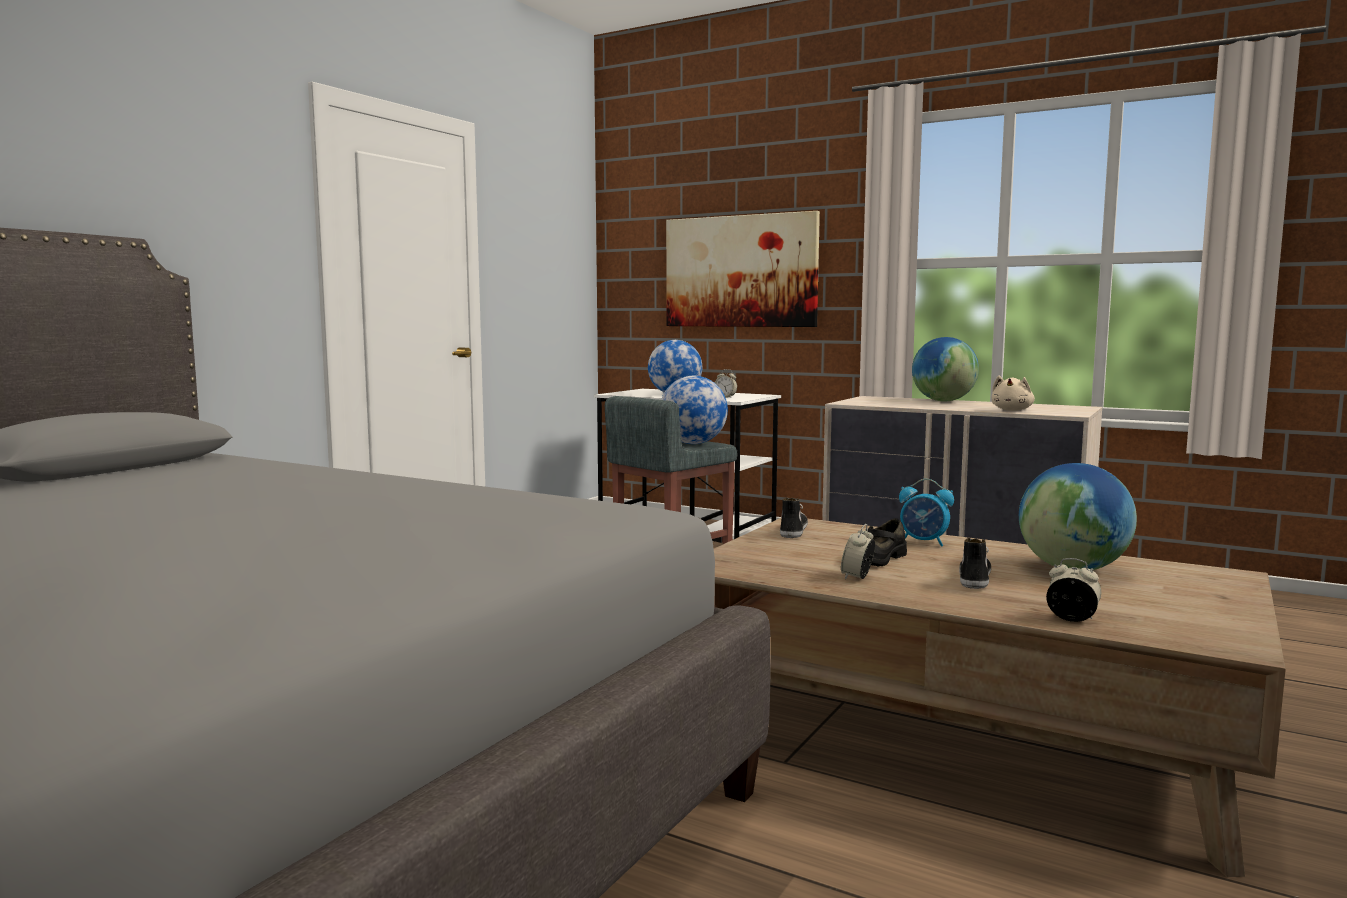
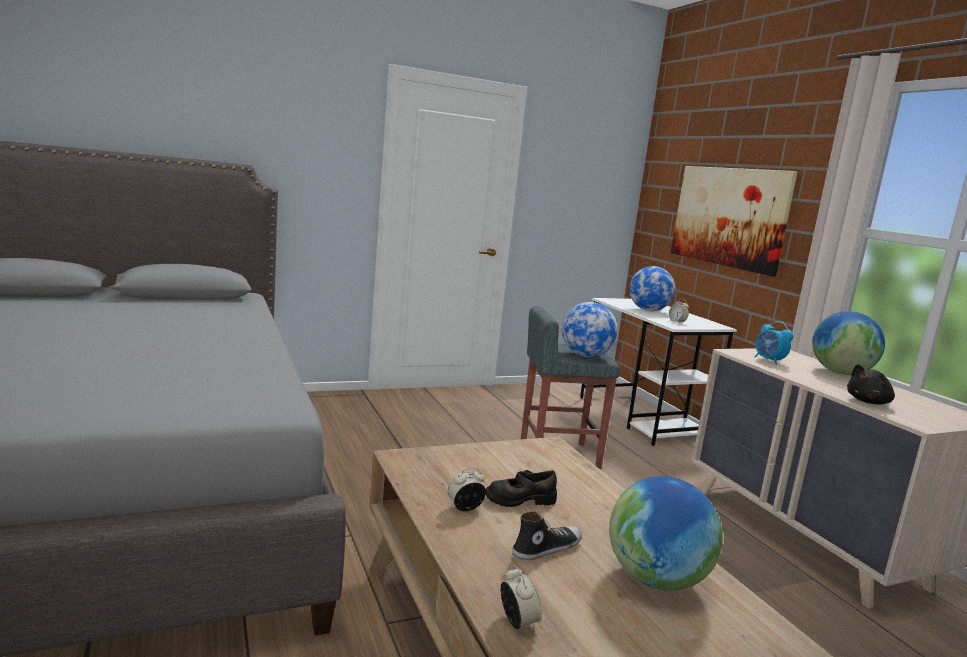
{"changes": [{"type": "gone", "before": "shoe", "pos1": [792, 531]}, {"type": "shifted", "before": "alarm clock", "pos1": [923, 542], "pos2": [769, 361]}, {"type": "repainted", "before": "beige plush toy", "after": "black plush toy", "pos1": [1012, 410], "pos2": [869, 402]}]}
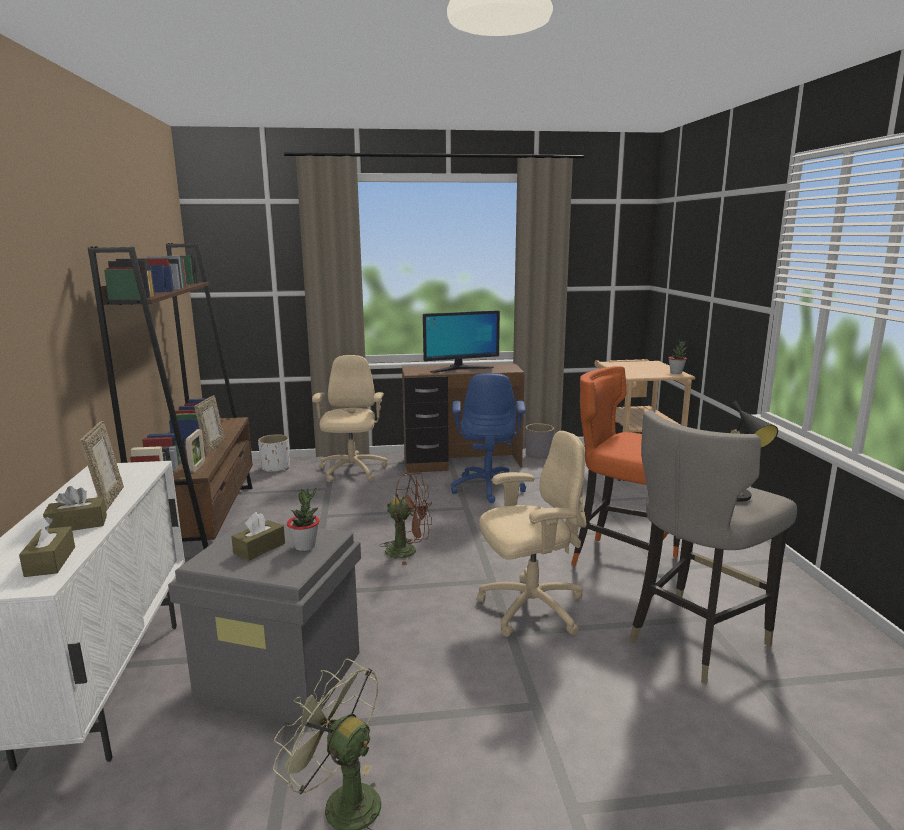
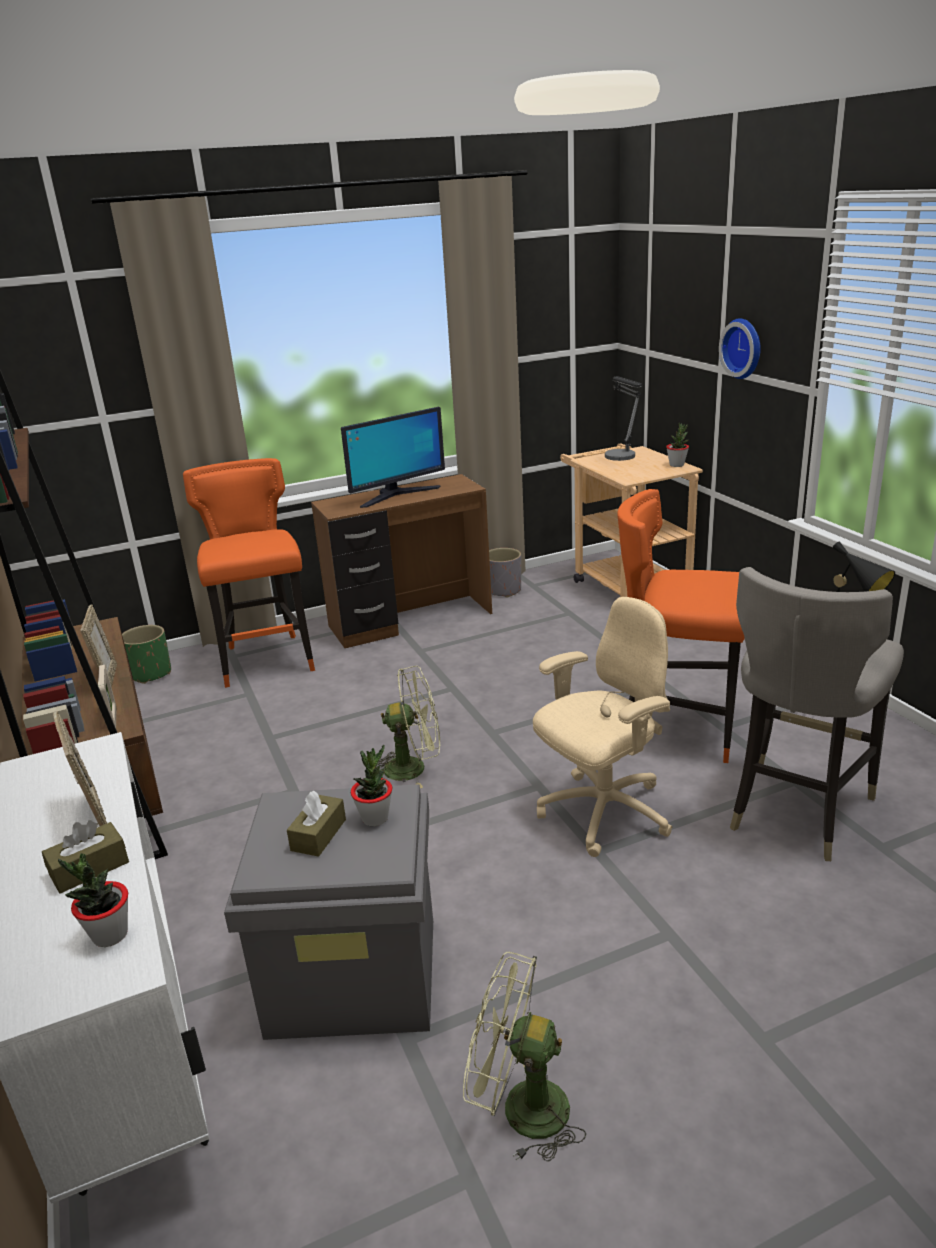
{"changes": [{"type": "gone", "before": "blue office chair", "pos1": [488, 487]}, {"type": "new", "after": "table lamp", "pos2": [623, 458]}, {"type": "new", "after": "wall clock", "pos2": [744, 348]}, {"type": "swapped", "before": "brown tissue box", "after": "potted plant", "pos1": [50, 561], "pos2": [110, 935]}, {"type": "swapped", "before": "beige office chair", "after": "orange stool", "pos1": [352, 471], "pos2": [267, 660]}, {"type": "repainted", "before": "white planter", "after": "green planter", "pos1": [275, 468], "pos2": [151, 674]}, {"type": "repainted", "before": "brown fan", "after": "green fan", "pos1": [408, 551], "pos2": [414, 767]}]}
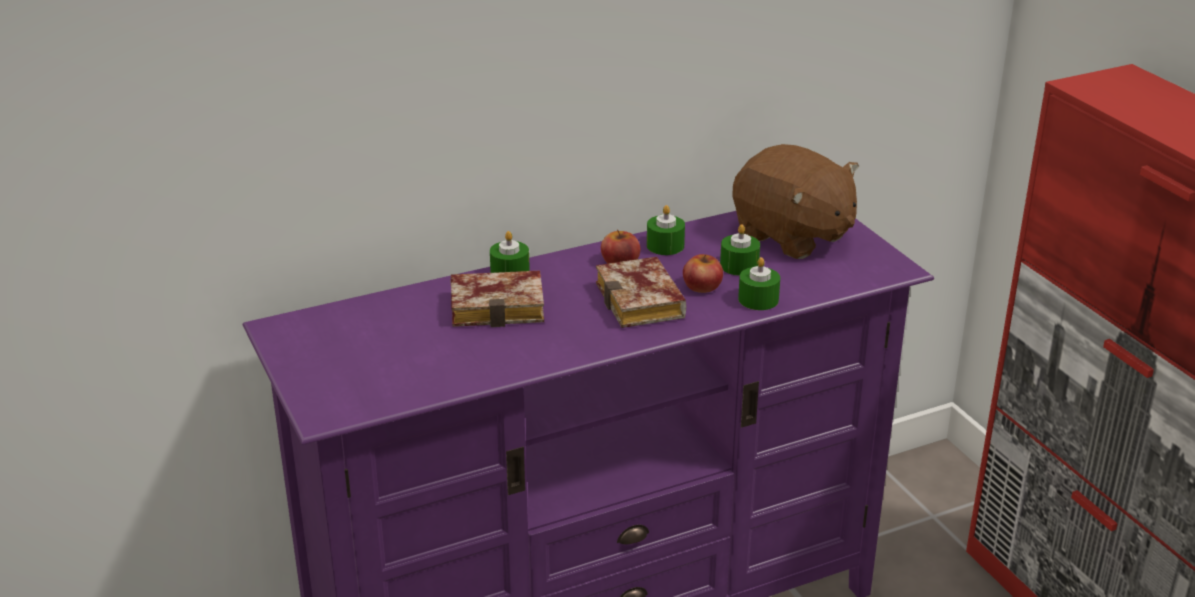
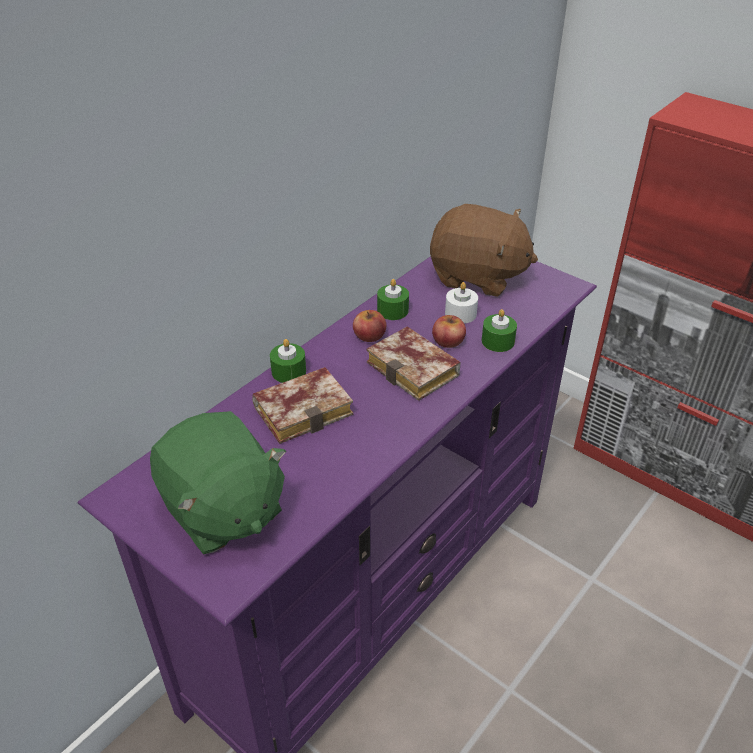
{"changes": [{"type": "new", "after": "green plush toy", "pos2": [222, 510]}, {"type": "repainted", "before": "green candle", "after": "white candle", "pos1": [739, 265], "pos2": [460, 314]}]}
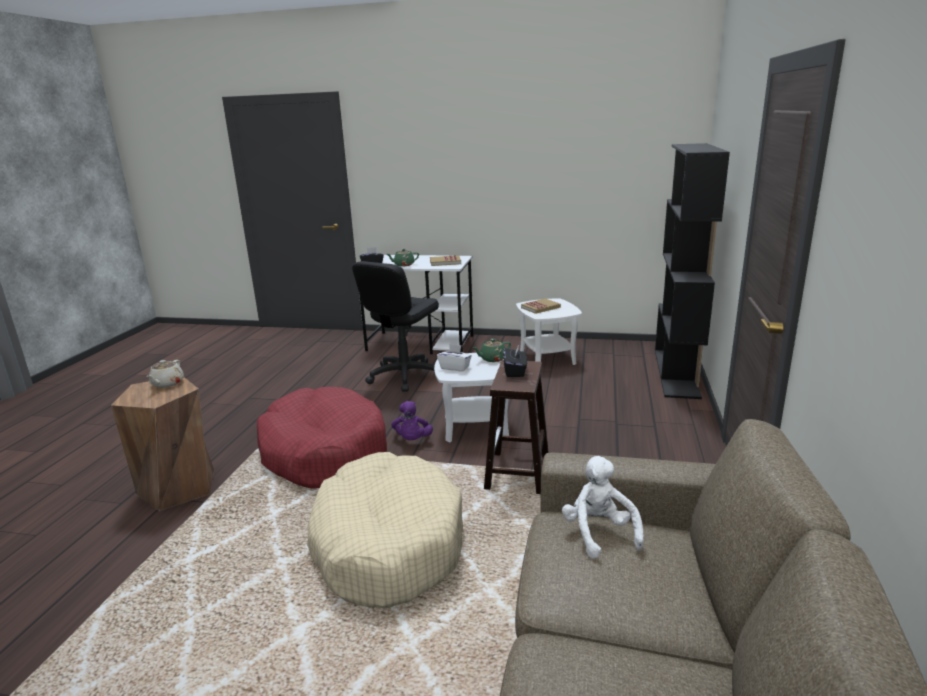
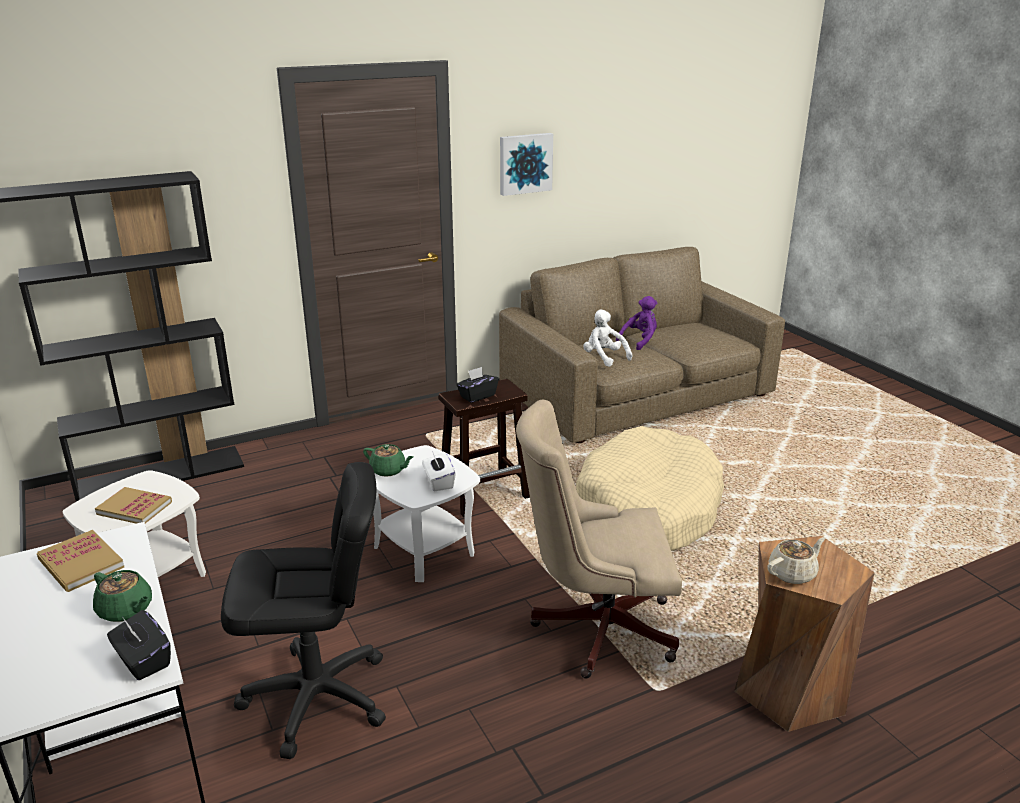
{"changes": [{"type": "new", "after": "picture", "pos2": [525, 163]}, {"type": "shifted", "before": "purple plush toy", "pos1": [412, 440], "pos2": [639, 341]}, {"type": "swapped", "before": "red dog bed", "after": "beige office chair", "pos1": [324, 452], "pos2": [595, 627]}, {"type": "rotated", "before": "white plush toy", "pos1": [599, 533], "pos2": [604, 357], "turn": 105}]}
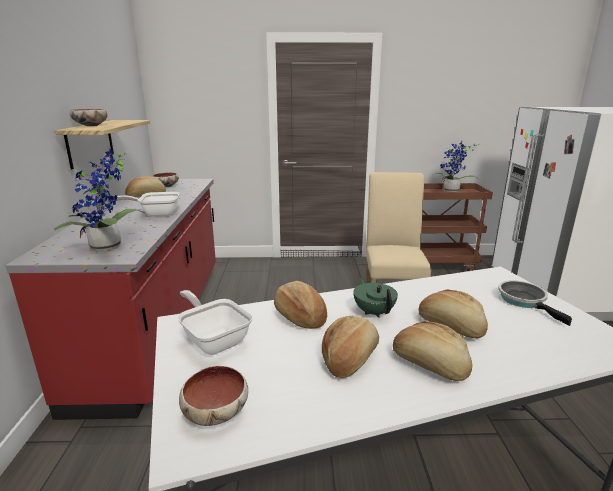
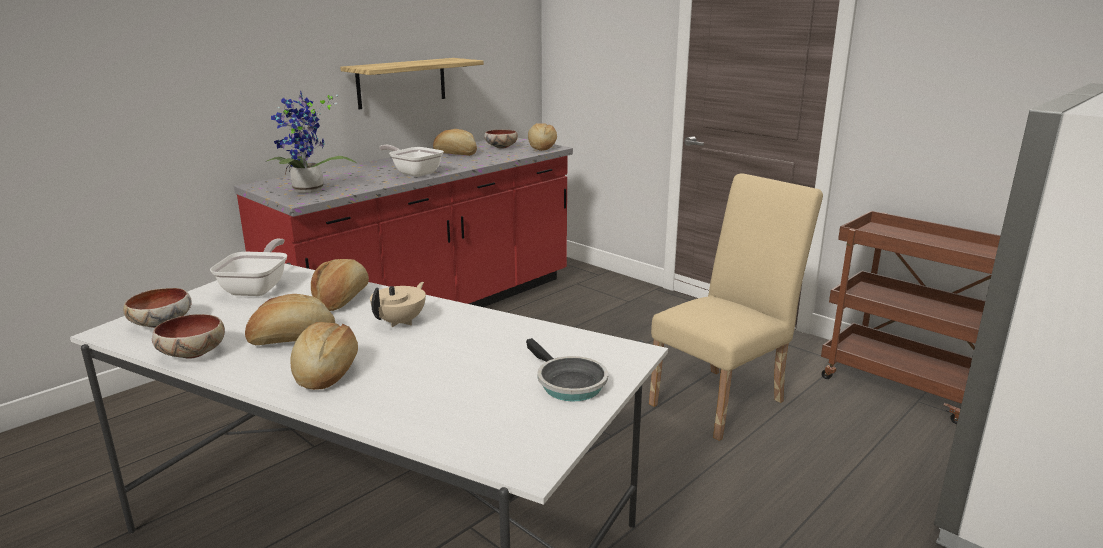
{"changes": [{"type": "gone", "before": "potted plant", "pos1": [451, 191]}, {"type": "shifted", "before": "bowl", "pos1": [90, 126], "pos2": [191, 354]}, {"type": "shifted", "before": "bread", "pos1": [450, 326], "pos2": [541, 147]}, {"type": "repainted", "before": "green teapot", "after": "beige teapot", "pos1": [374, 312], "pos2": [401, 322]}, {"type": "rotated", "before": "frying pan", "pos1": [524, 301], "pos2": [567, 383], "turn": 120}]}
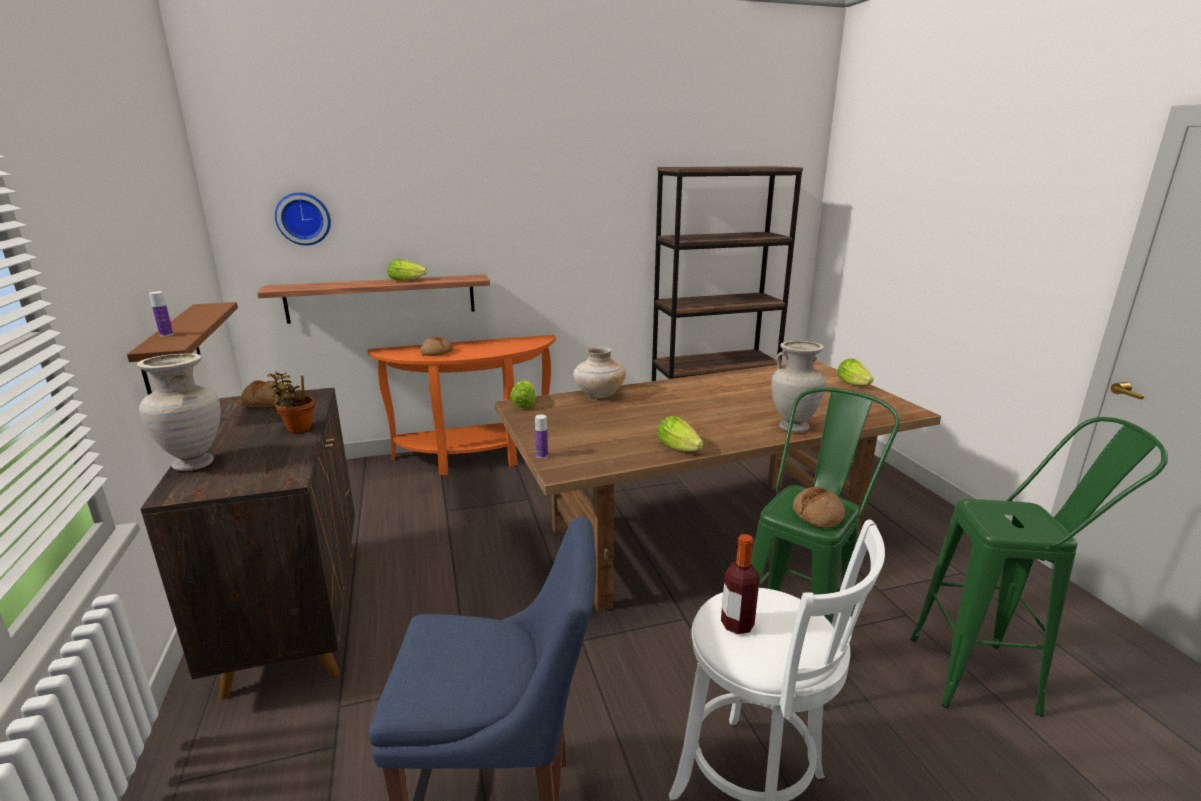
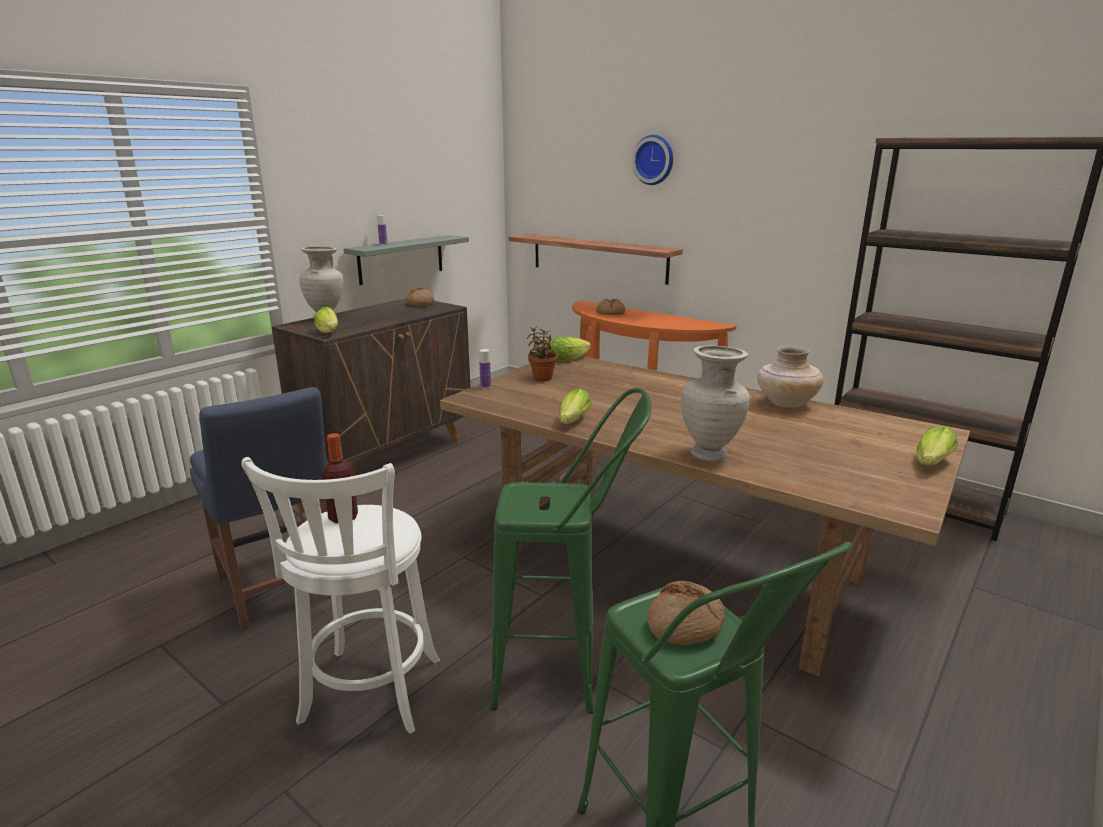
{"changes": [{"type": "shifted", "before": "potted plant", "pos1": [297, 428], "pos2": [542, 377]}, {"type": "shifted", "before": "wall clock", "pos1": [303, 218], "pos2": [654, 160]}, {"type": "shifted", "before": "lettuce", "pos1": [408, 280], "pos2": [329, 332]}, {"type": "shifted", "before": "beige vase", "pos1": [599, 394], "pos2": [786, 403]}, {"type": "shifted", "before": "bread", "pos1": [818, 515], "pos2": [685, 624]}, {"type": "repainted", "before": "brown shelf", "after": "grey shelf", "pos1": [170, 351], "pos2": [401, 259]}]}
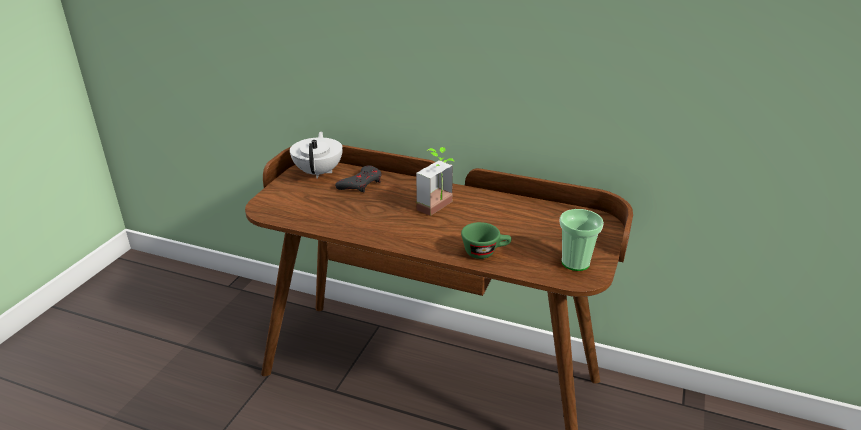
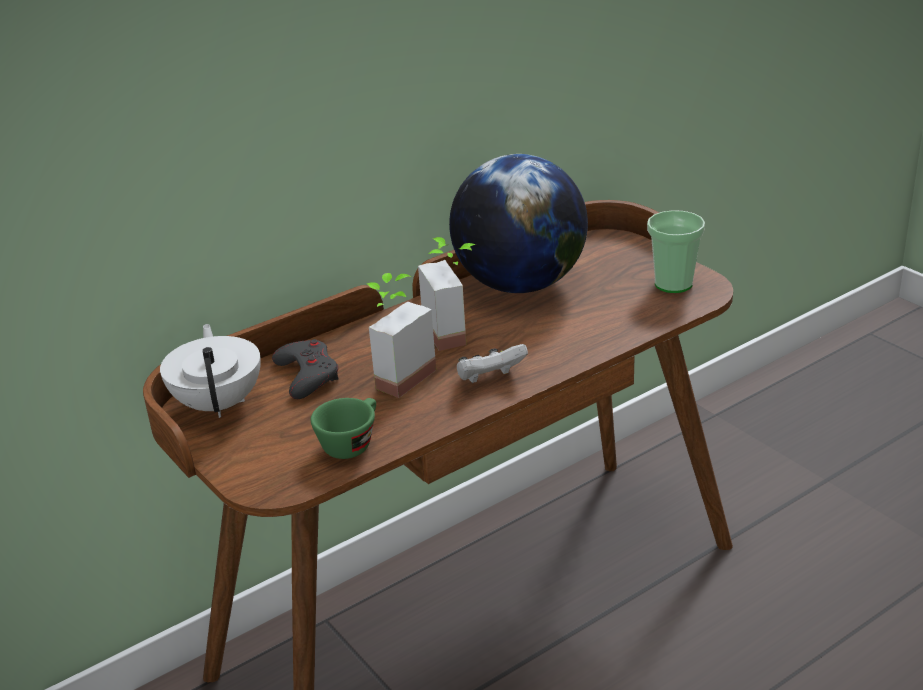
{"changes": [{"type": "new", "after": "potted plant", "pos2": [396, 375]}, {"type": "new", "after": "globe", "pos2": [520, 285]}, {"type": "new", "after": "white game controller", "pos2": [490, 379]}, {"type": "shifted", "before": "green cup", "pos1": [485, 252], "pos2": [351, 443]}, {"type": "rotated", "before": "white teapot", "pos1": [319, 172], "pos2": [219, 403], "turn": 45}]}
